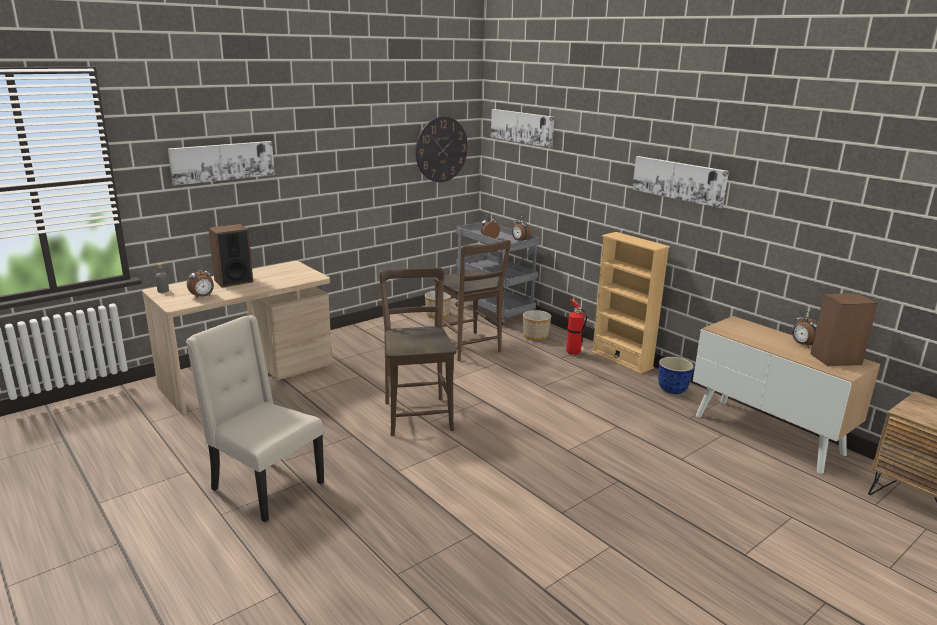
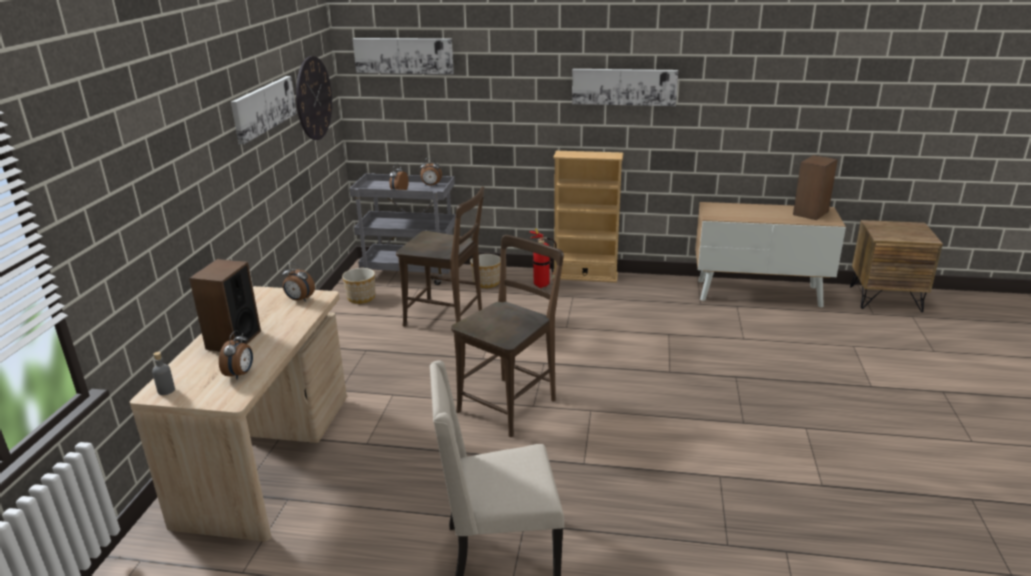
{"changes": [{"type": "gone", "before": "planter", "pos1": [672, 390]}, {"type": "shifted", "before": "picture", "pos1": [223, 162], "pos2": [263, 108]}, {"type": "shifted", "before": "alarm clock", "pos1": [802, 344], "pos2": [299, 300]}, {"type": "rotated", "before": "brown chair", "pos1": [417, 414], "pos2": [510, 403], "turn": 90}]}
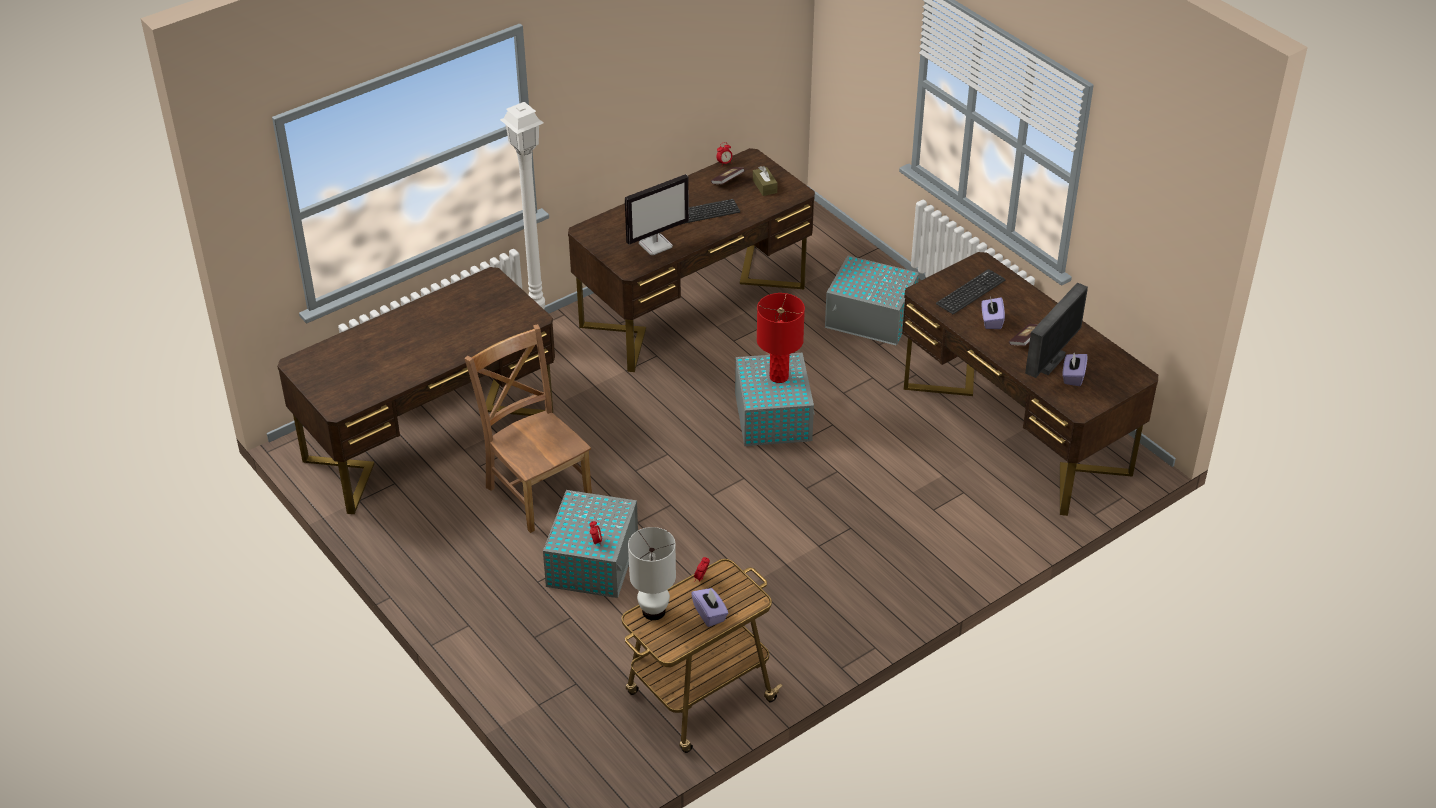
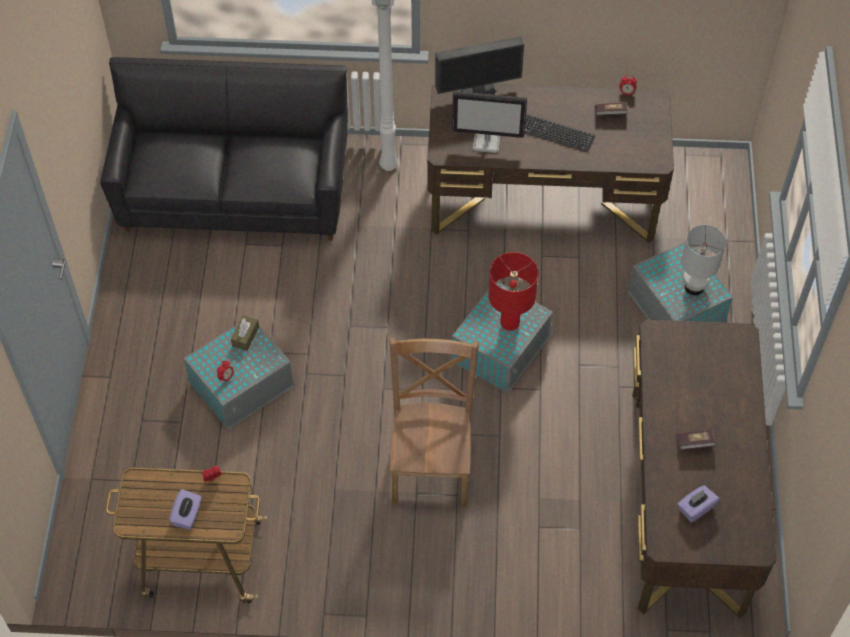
{"changes": [{"type": "gone", "before": "keyboard", "pos1": [970, 292]}, {"type": "gone", "before": "purple tissue box", "pos1": [991, 321]}, {"type": "shifted", "before": "brown chair", "pos1": [537, 490], "pos2": [432, 464]}, {"type": "shifted", "before": "white table lamp", "pos1": [654, 611], "pos2": [694, 287]}, {"type": "shifted", "before": "brown tissue box", "pos1": [764, 186], "pos2": [245, 336]}, {"type": "shifted", "before": "monitor", "pos1": [1050, 363], "pos2": [477, 91]}, {"type": "swapped", "before": "brown desk", "after": "black sofa", "pos1": [430, 437], "pos2": [235, 194]}]}
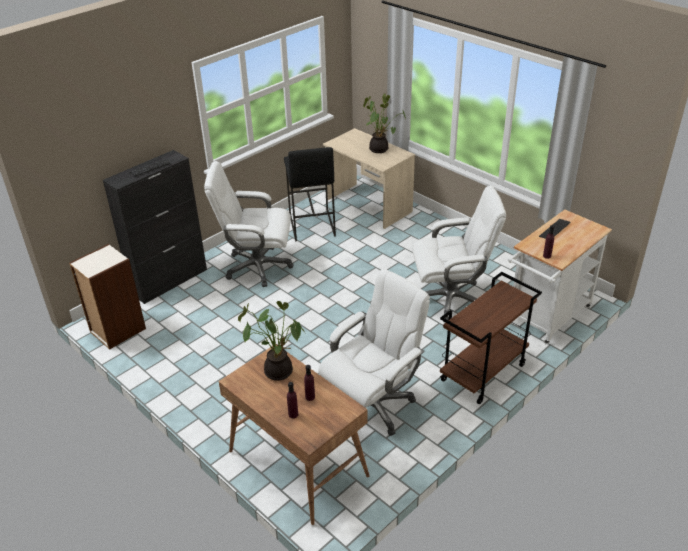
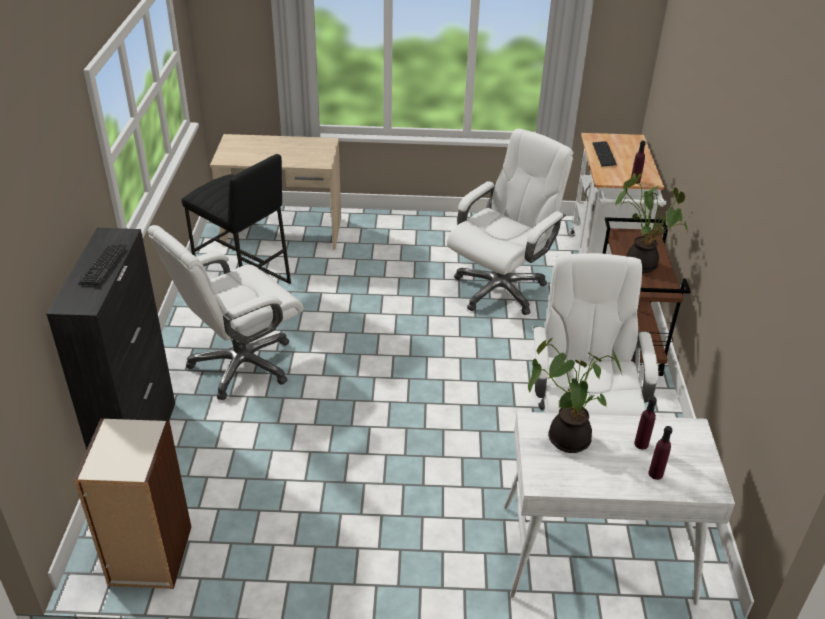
{"changes": [{"type": "shifted", "before": "potted plant", "pos1": [380, 149], "pos2": [642, 263]}, {"type": "repainted", "before": "brown desk", "after": "white desk", "pos1": [297, 464], "pos2": [595, 554]}]}
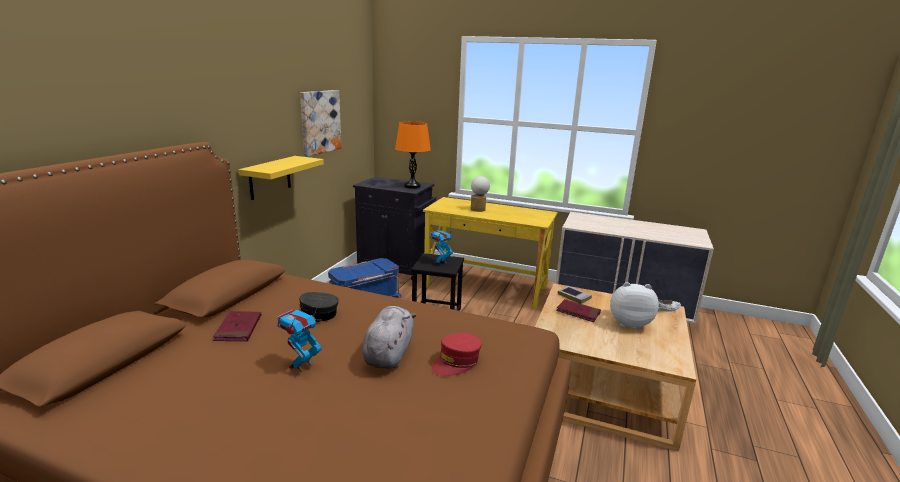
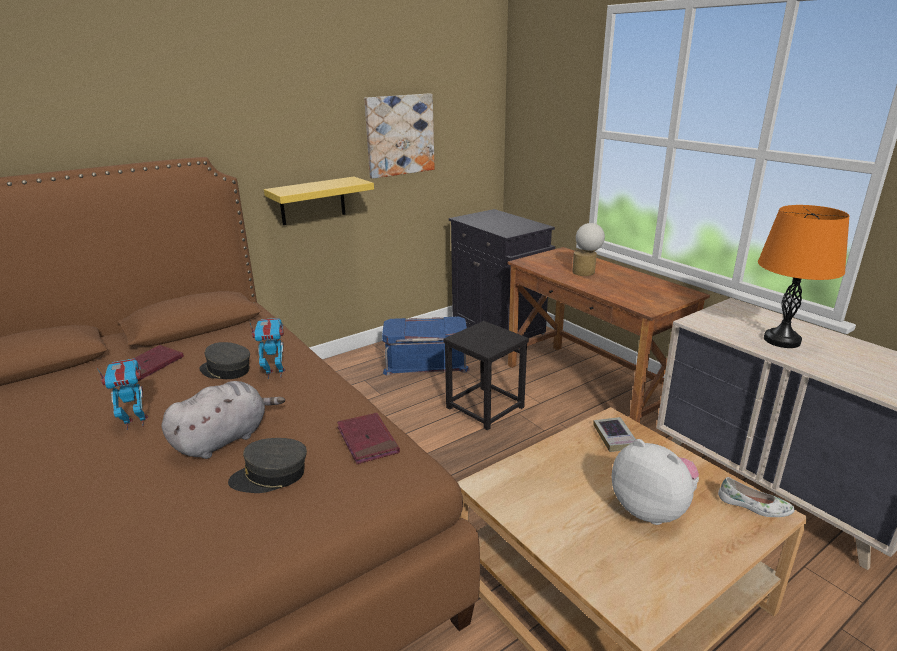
{"changes": [{"type": "shifted", "before": "orange table lamp", "pos1": [412, 186], "pos2": [781, 340]}, {"type": "shifted", "before": "toy robot", "pos1": [440, 262], "pos2": [275, 374]}, {"type": "shifted", "before": "red book", "pos1": [578, 312], "pos2": [367, 441]}, {"type": "repainted", "before": "yellow desk", "after": "brown desk", "pos1": [485, 287], "pos2": [590, 386]}, {"type": "repainted", "before": "red cap", "after": "grey cap", "pos1": [456, 362], "pos2": [271, 476]}]}
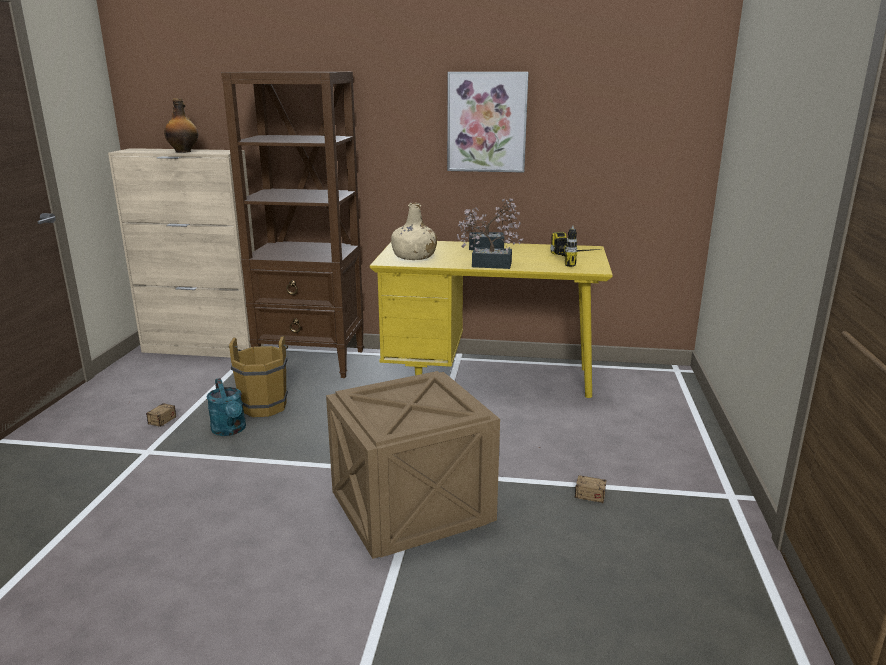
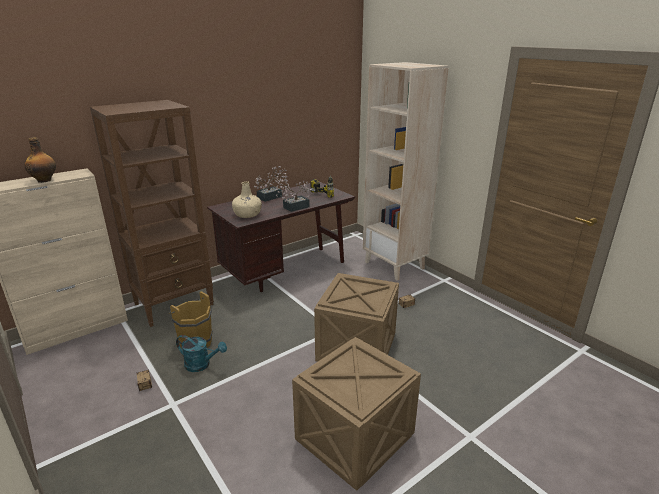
{"changes": [{"type": "gone", "before": "picture", "pos1": [487, 122]}, {"type": "new", "after": "crate", "pos2": [354, 438]}, {"type": "new", "after": "beige bookcase", "pos2": [395, 265]}, {"type": "repainted", "before": "yellow desk", "after": "brown desk", "pos1": [489, 377], "pos2": [286, 271]}]}
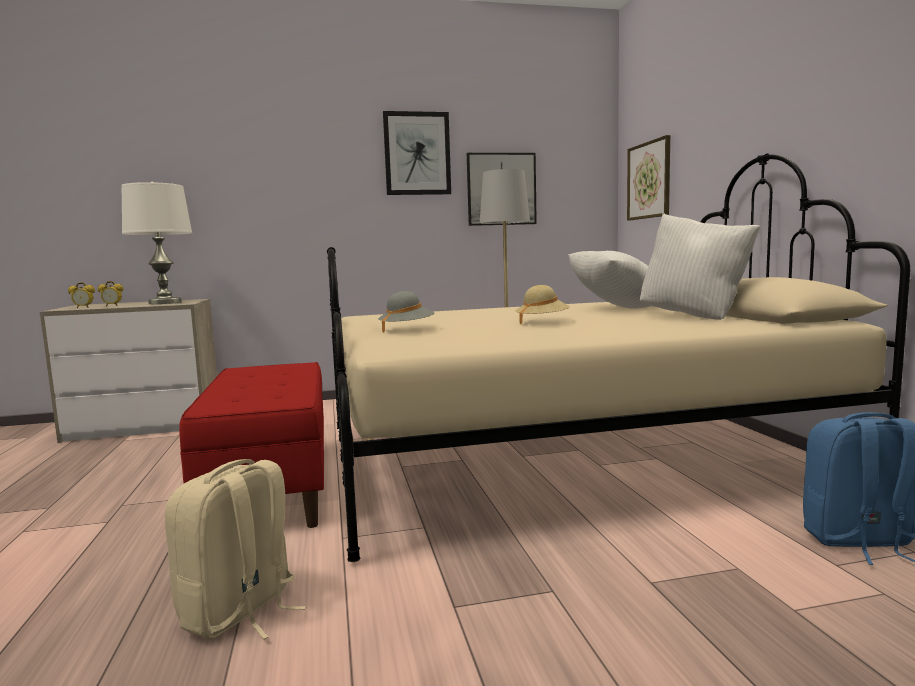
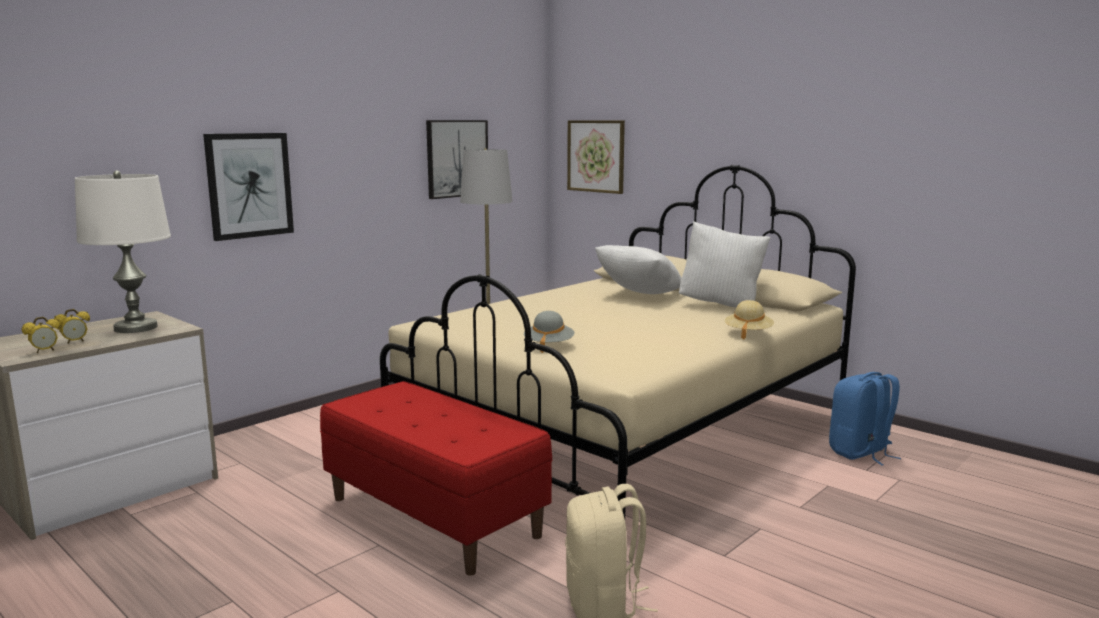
{"changes": [{"type": "shifted", "before": "picture", "pos1": [417, 153], "pos2": [249, 185]}, {"type": "shifted", "before": "beige hat", "pos1": [542, 322], "pos2": [748, 333]}]}
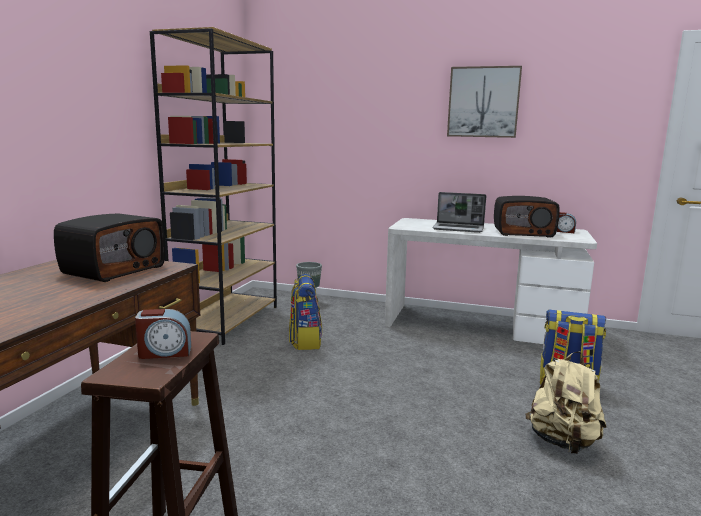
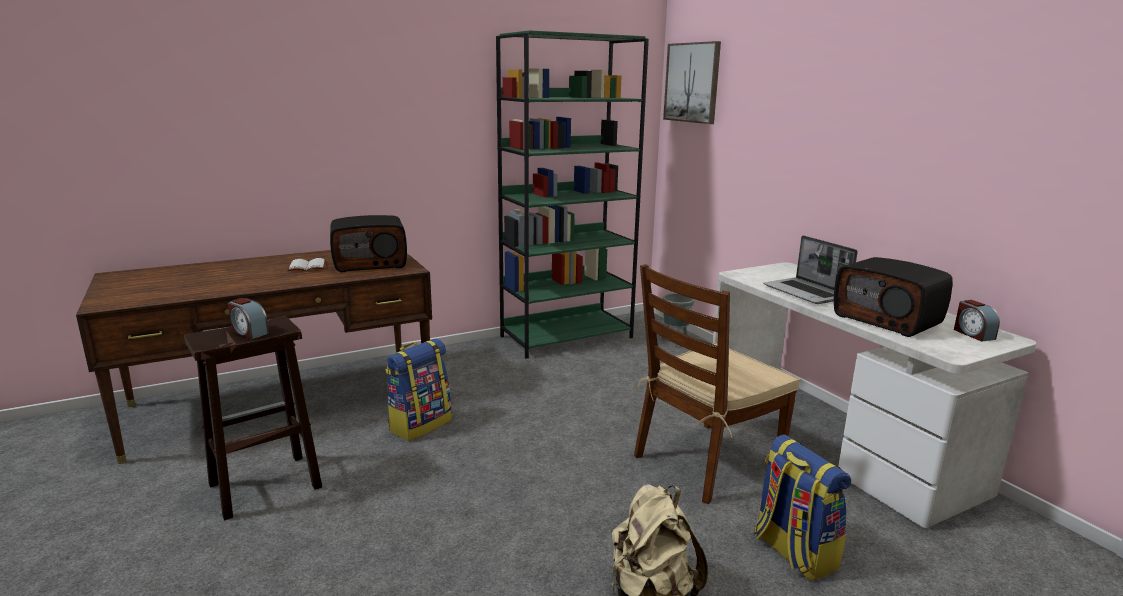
{"changes": [{"type": "new", "after": "white book", "pos2": [306, 267]}, {"type": "new", "after": "brown chair", "pos2": [706, 461]}, {"type": "shifted", "before": "backpack", "pos1": [305, 341], "pos2": [420, 424]}, {"type": "shifted", "before": "picture", "pos1": [483, 102], "pos2": [692, 82]}, {"type": "repainted", "before": "brown bookcase", "after": "green bookcase", "pos1": [227, 320], "pos2": [567, 337]}]}
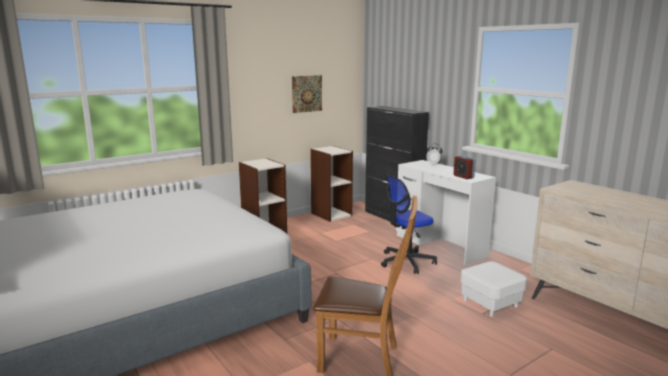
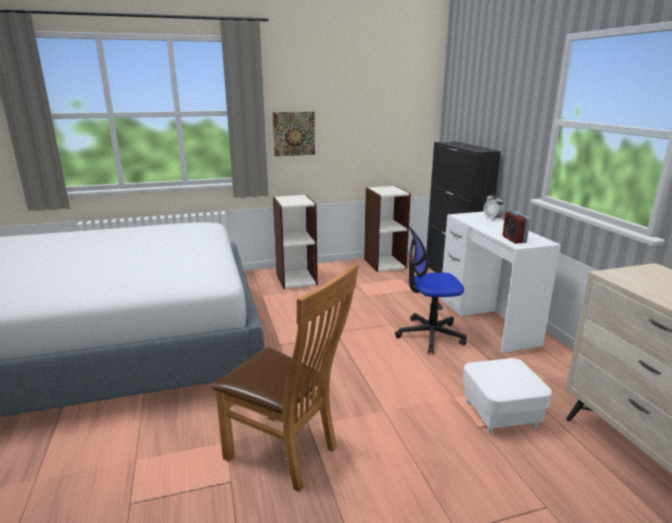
{"changes": [{"type": "shifted", "before": "picture", "pos1": [307, 93], "pos2": [294, 134]}]}
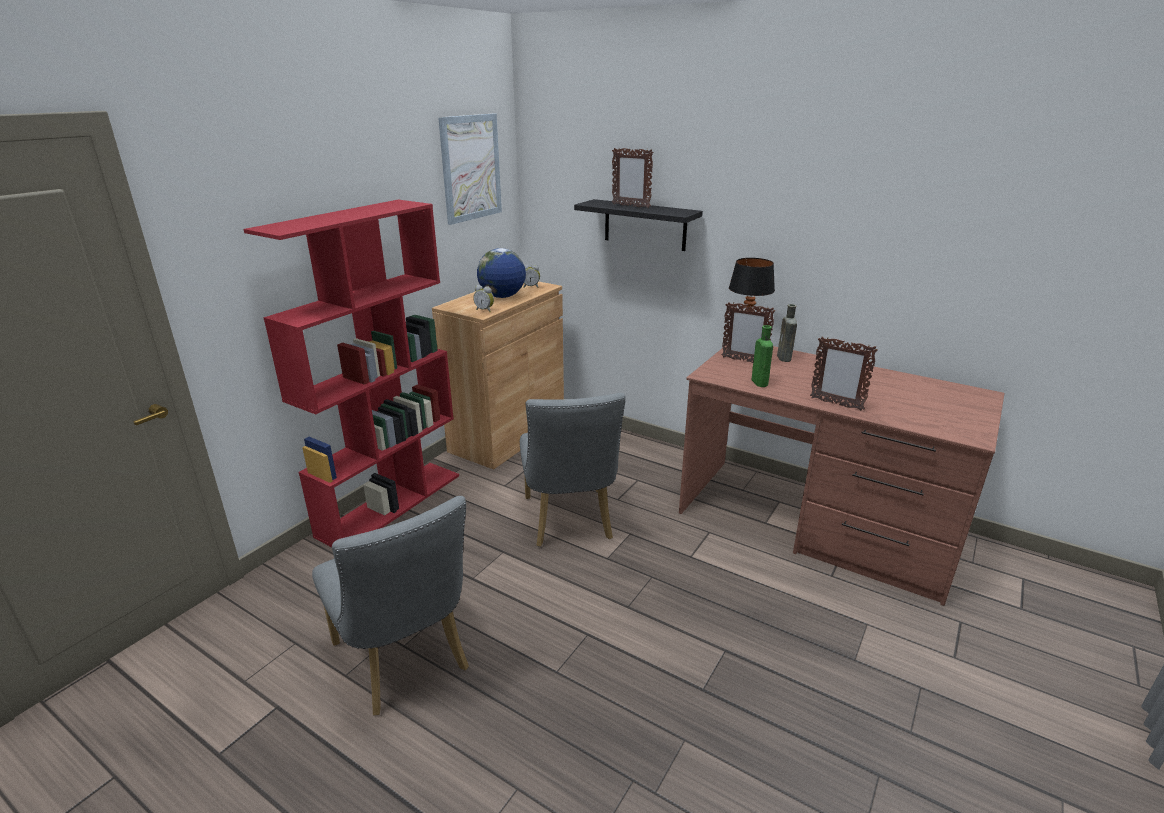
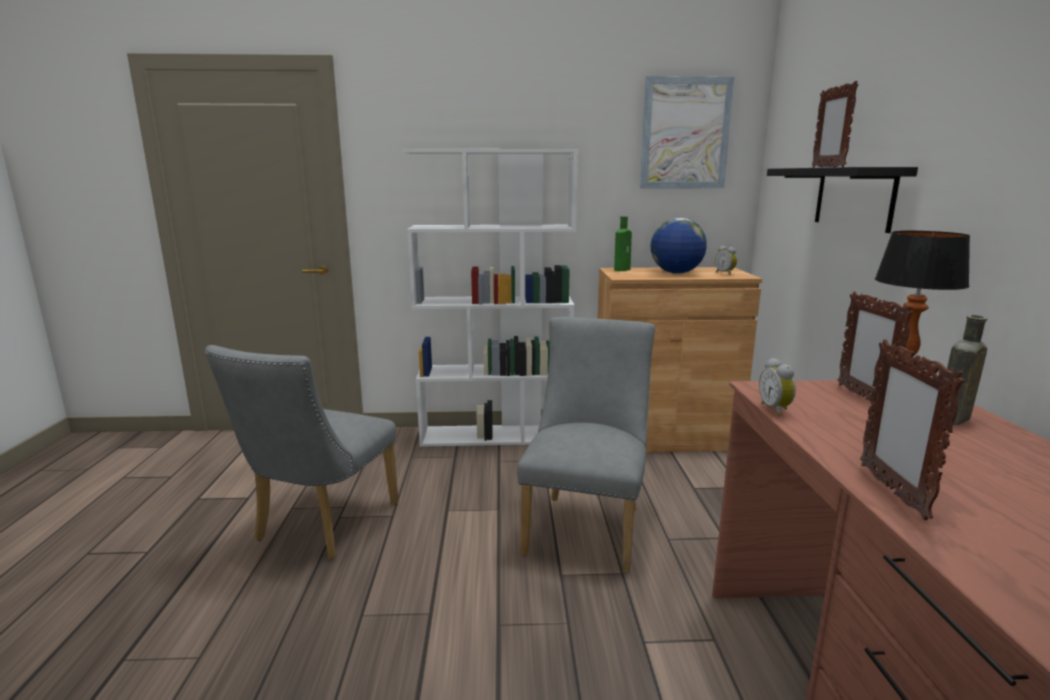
{"changes": [{"type": "shifted", "before": "alarm clock", "pos1": [485, 310], "pos2": [776, 409]}, {"type": "shifted", "before": "green bottle", "pos1": [758, 382], "pos2": [622, 269]}, {"type": "repainted", "before": "red bookcase", "after": "white bookcase", "pos1": [391, 504], "pos2": [496, 435]}, {"type": "rotated", "before": "grey chair", "pos1": [569, 522], "pos2": [586, 526], "turn": 150}]}
